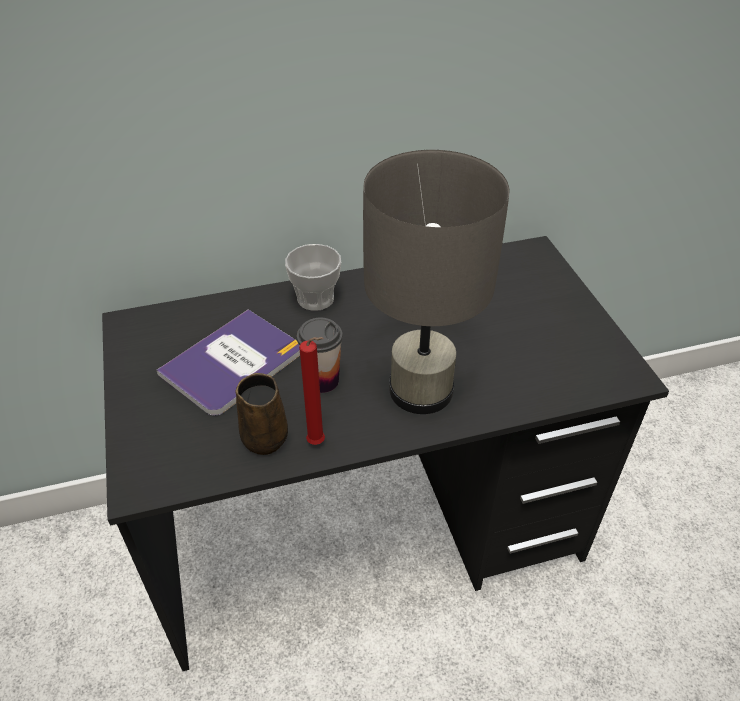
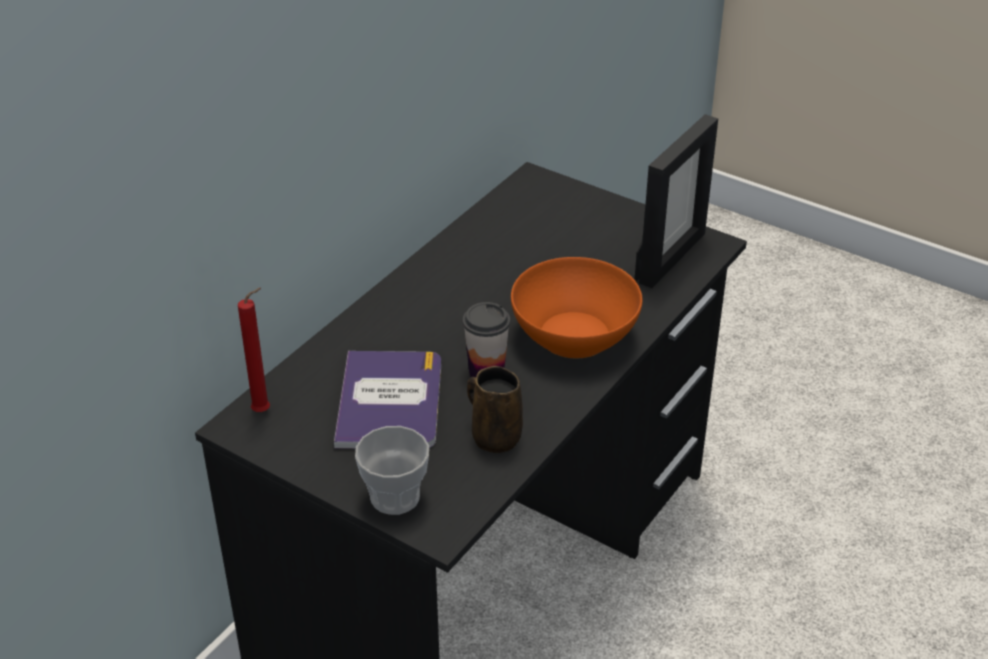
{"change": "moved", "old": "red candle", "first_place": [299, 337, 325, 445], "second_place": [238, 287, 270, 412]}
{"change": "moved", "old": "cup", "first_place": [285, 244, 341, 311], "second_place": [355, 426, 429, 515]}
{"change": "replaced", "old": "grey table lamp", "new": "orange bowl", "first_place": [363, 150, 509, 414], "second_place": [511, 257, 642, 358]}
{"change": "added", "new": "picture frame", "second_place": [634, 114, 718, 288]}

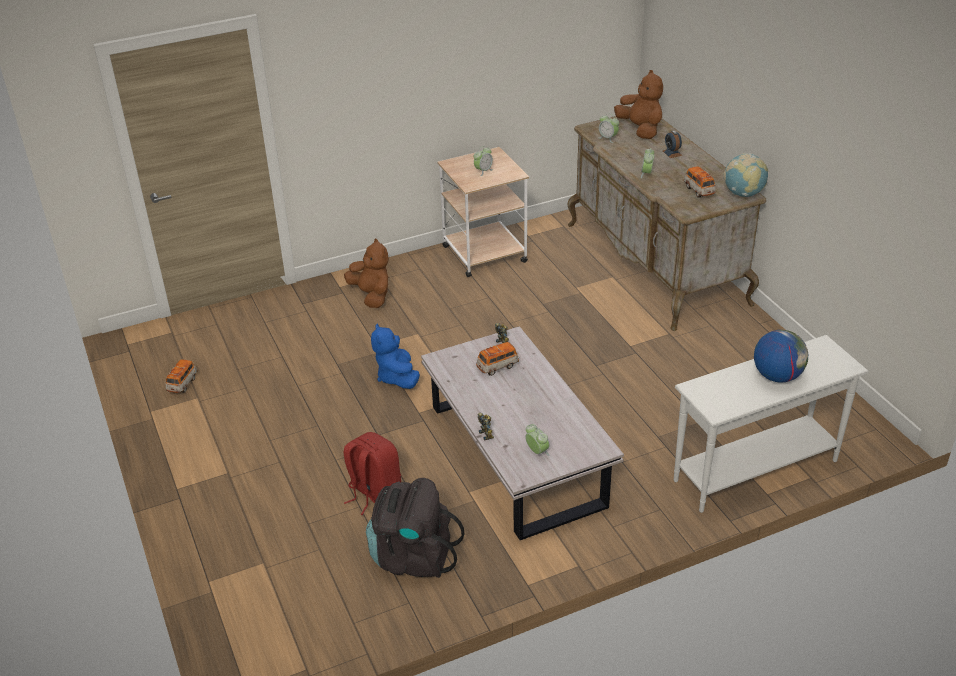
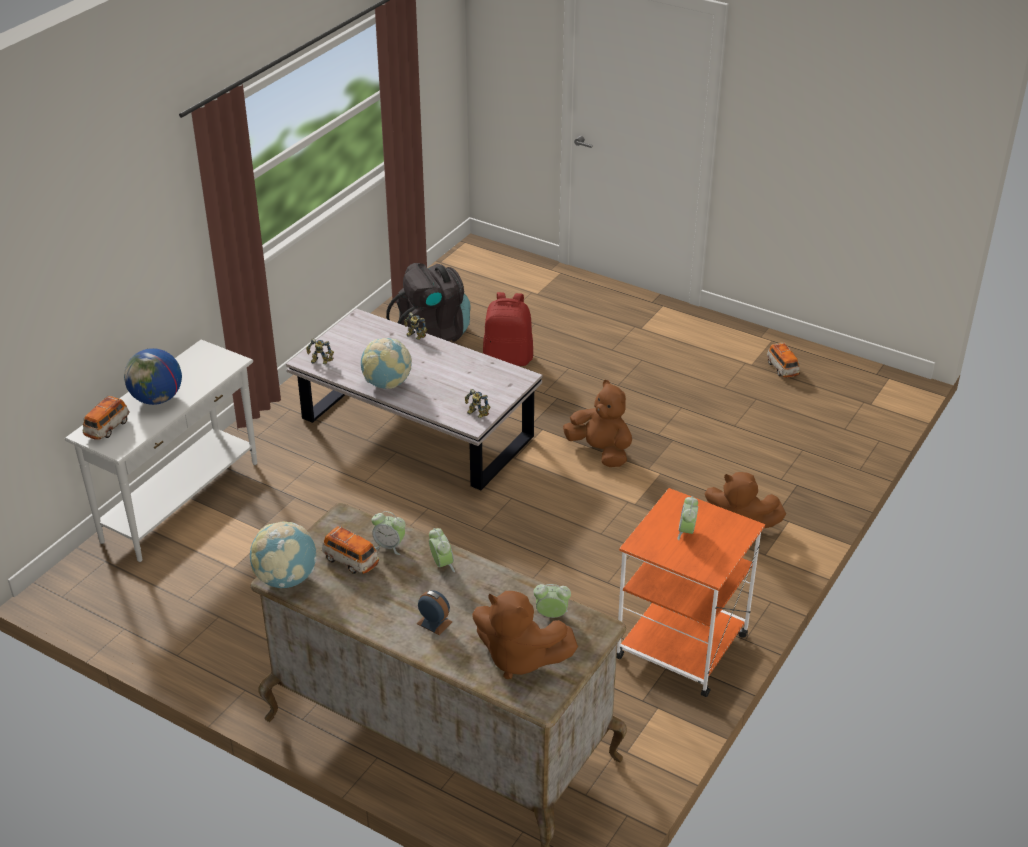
{"change": "moved", "old": "toy car", "first_place": [476, 342, 519, 376], "second_place": [83, 396, 130, 440]}
{"change": "added", "new": "toy robot", "second_place": [306, 338, 334, 364]}
{"change": "added", "new": "globe", "second_place": [361, 338, 412, 389]}
{"change": "moved", "old": "alarm clock", "first_place": [525, 424, 550, 456], "second_place": [372, 511, 406, 555]}
{"change": "recoloured", "old": "blue plush toy", "new": "brown plush toy", "first_place": [371, 323, 420, 389], "second_place": [563, 380, 632, 467]}
{"change": "recoloured", "old": "beige cart", "new": "orange cart", "first_place": [437, 147, 529, 277], "second_place": [617, 488, 765, 697]}

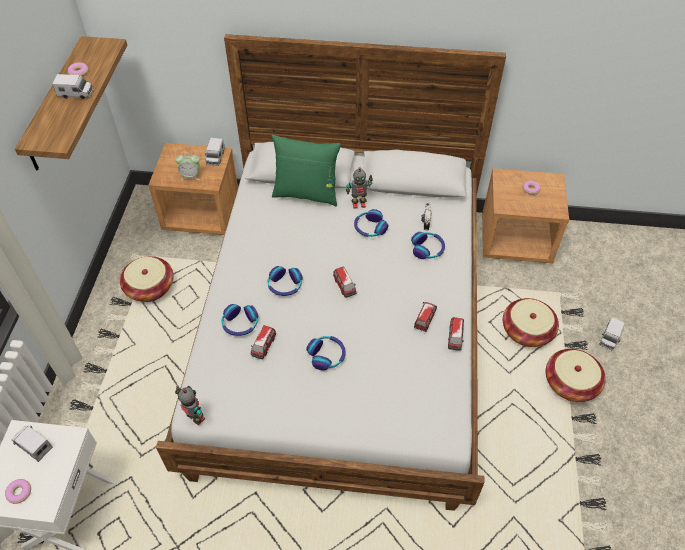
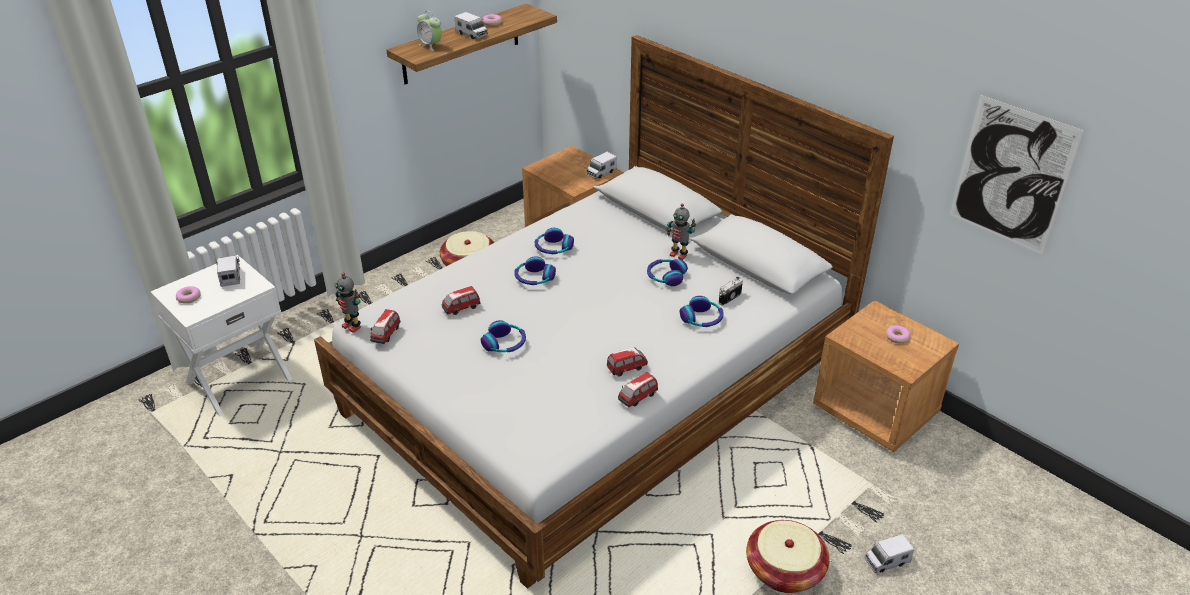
{"change": "turned", "old": "toy robot", "first_place": [175, 386, 205, 425], "second_place": [335, 272, 361, 333], "degrees": 135}
{"change": "moved", "old": "toy car", "first_place": [333, 266, 356, 298], "second_place": [370, 309, 400, 344]}
{"change": "moved", "old": "alarm clock", "first_place": [175, 153, 200, 180], "second_place": [417, 11, 442, 51]}
{"change": "moved", "old": "headphones", "first_place": [222, 304, 258, 336], "second_place": [535, 228, 574, 254]}
{"change": "added", "new": "picture", "second_place": [950, 95, 1084, 255]}
{"change": "removed", "old": "green pillow", "first_place": [272, 135, 341, 206]}
{"change": "removed", "old": "basket", "first_place": [503, 298, 559, 347]}

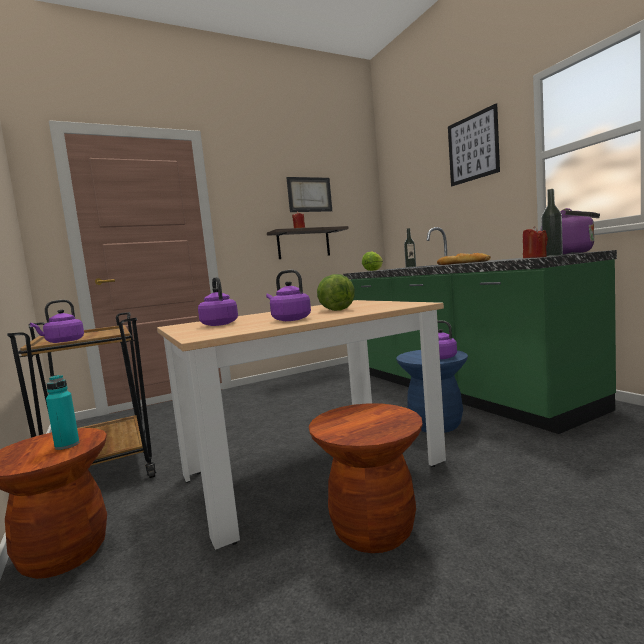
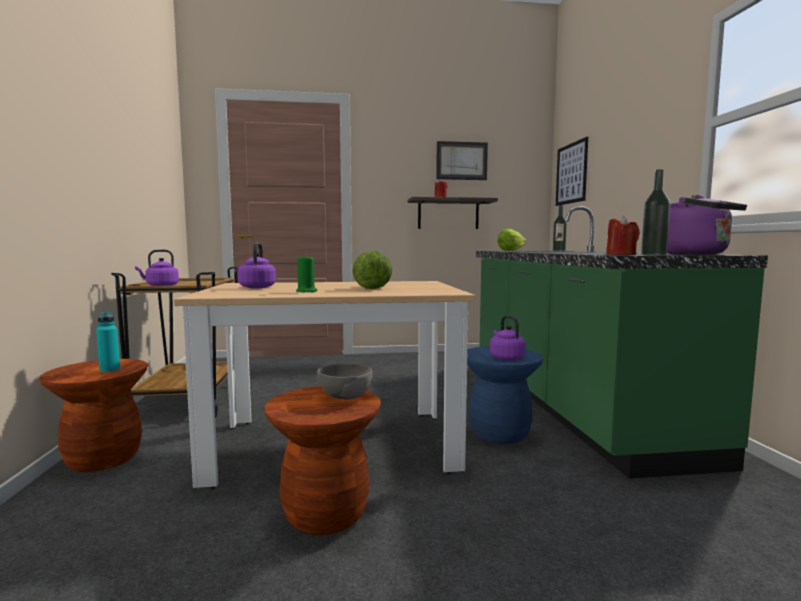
{"change": "replaced", "old": "purple kettle", "new": "green candle", "first_place": [266, 270, 311, 321], "second_place": [296, 257, 317, 293]}
{"change": "added", "new": "grey bowl", "second_place": [317, 363, 373, 399]}
{"change": "moved", "old": "picture", "first_place": [448, 103, 500, 186], "second_place": [556, 137, 588, 206]}
{"change": "removed", "old": "bread", "first_place": [437, 253, 491, 265]}

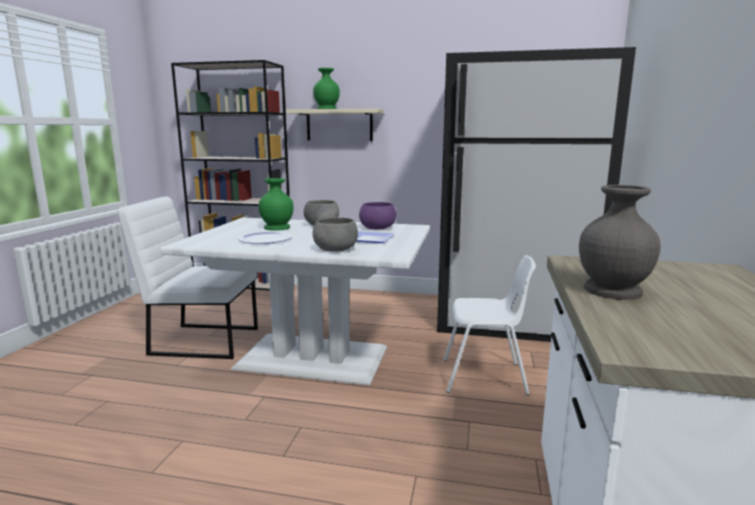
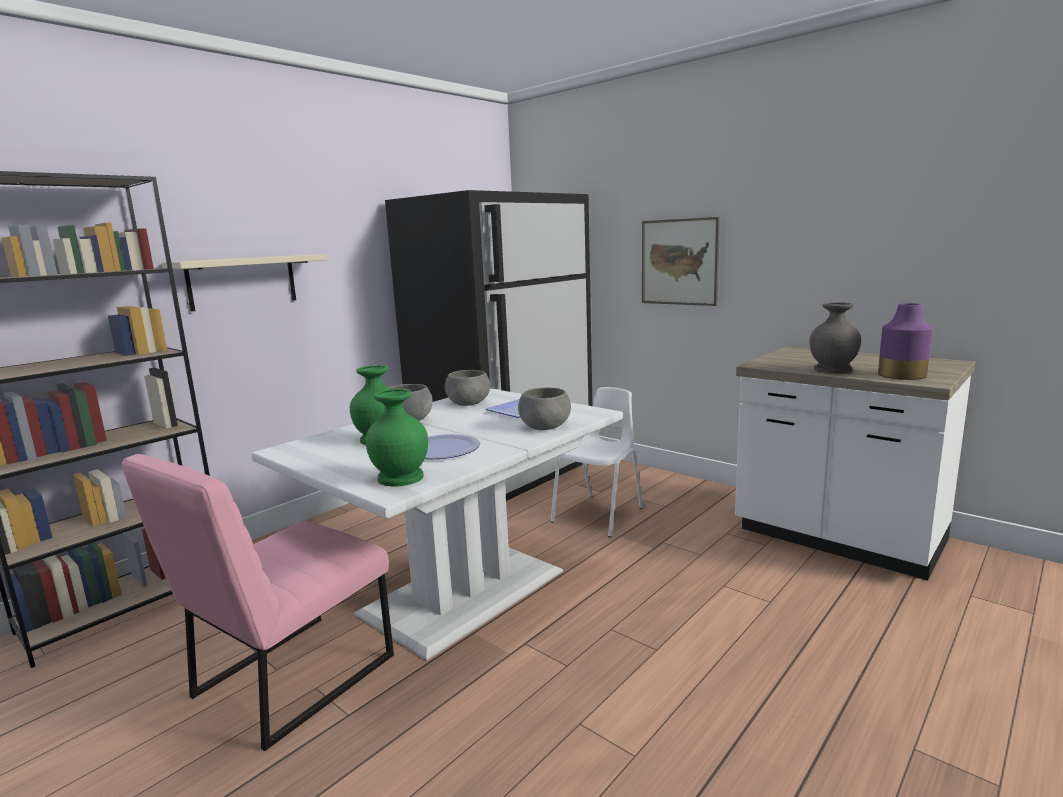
{"change": "recoloured", "old": "white chair", "new": "pink chair", "first_place": [118, 196, 258, 359], "second_place": [122, 454, 394, 751]}
{"change": "moved", "old": "green vase", "first_place": [313, 68, 340, 109], "second_place": [365, 389, 428, 487]}
{"change": "recoloured", "old": "purple bowl", "new": "grey bowl", "first_place": [359, 202, 396, 229], "second_place": [445, 370, 490, 406]}
{"change": "added", "new": "picture", "second_place": [642, 217, 720, 306]}
{"change": "added", "new": "purple vase", "second_place": [878, 303, 933, 380]}

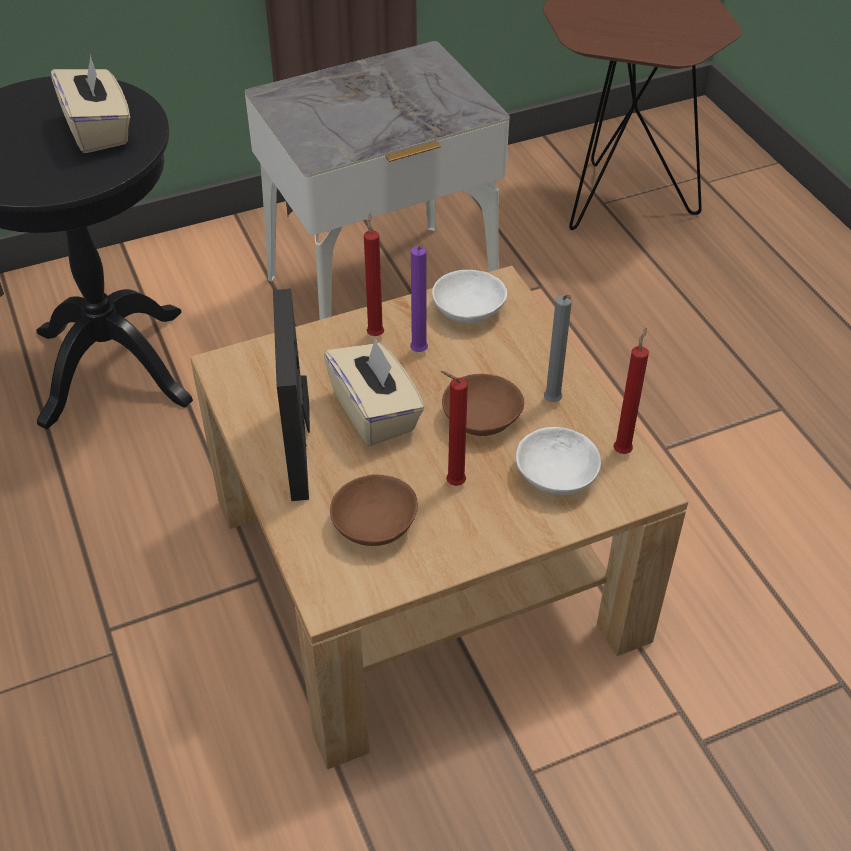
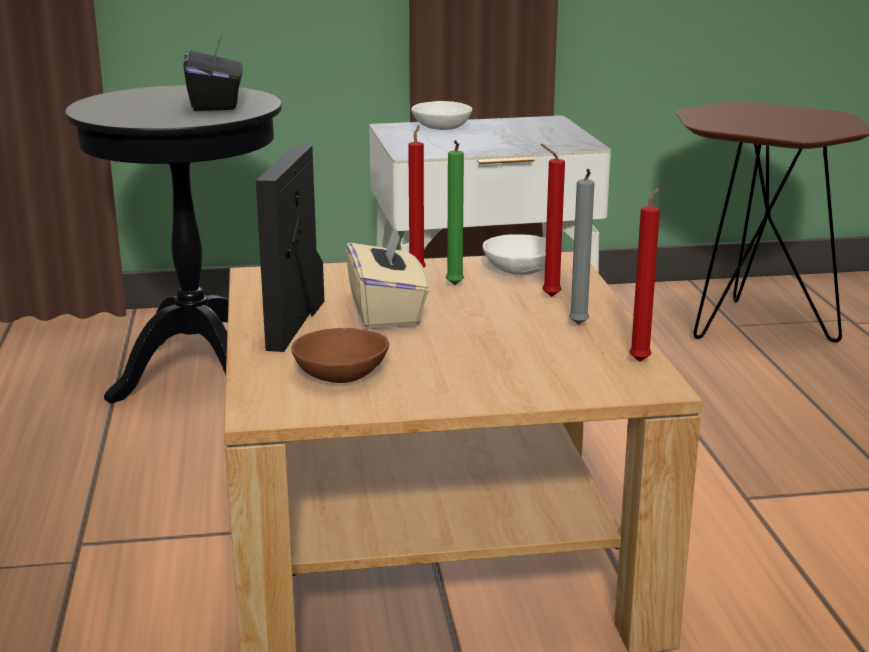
{"change": "recoloured", "old": "beige tissue box", "new": "black tissue box", "first_place": [51, 55, 130, 153], "second_place": [183, 34, 243, 111]}
{"change": "moved", "old": "white bowl", "first_place": [516, 427, 601, 495], "second_place": [411, 101, 472, 130]}
{"change": "recoloured", "old": "purple candle", "new": "green candle", "first_place": [410, 245, 428, 352], "second_place": [446, 140, 464, 285]}
{"change": "moved", "old": "red candle", "first_place": [441, 371, 468, 486], "second_place": [541, 144, 565, 297]}
{"change": "removed", "old": "brown bowl", "first_place": [442, 374, 524, 436]}

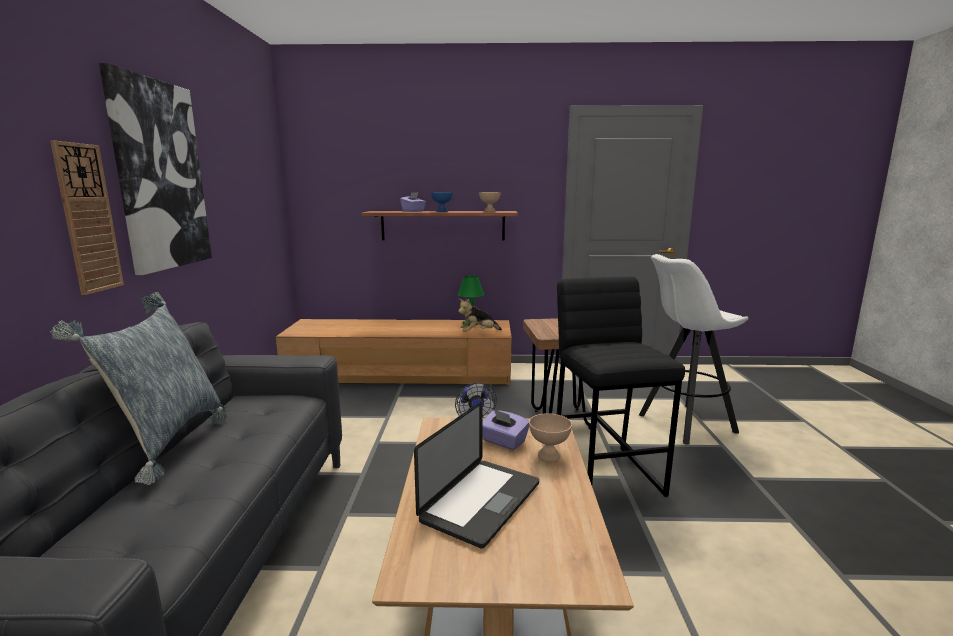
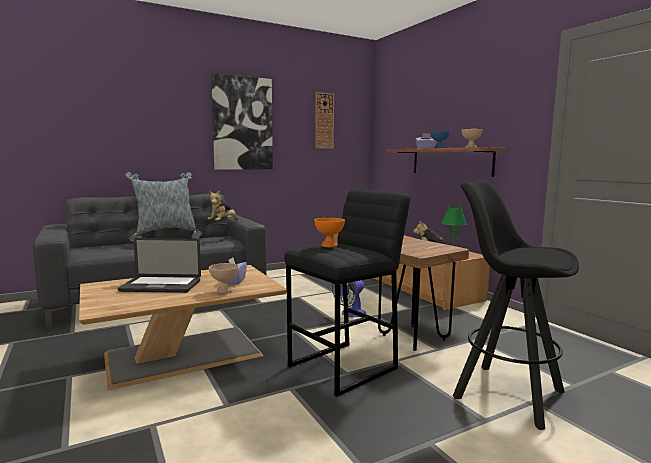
{"change": "added", "new": "plush toy", "second_place": [208, 190, 238, 221]}
{"change": "added", "new": "orange bowl", "second_place": [314, 218, 345, 247]}
{"change": "moved", "old": "wall clock", "first_place": [50, 140, 124, 295], "second_place": [315, 92, 334, 149]}
{"change": "recoloured", "old": "white stool", "new": "black stool", "first_place": [639, 254, 749, 445], "second_place": [453, 180, 579, 430]}

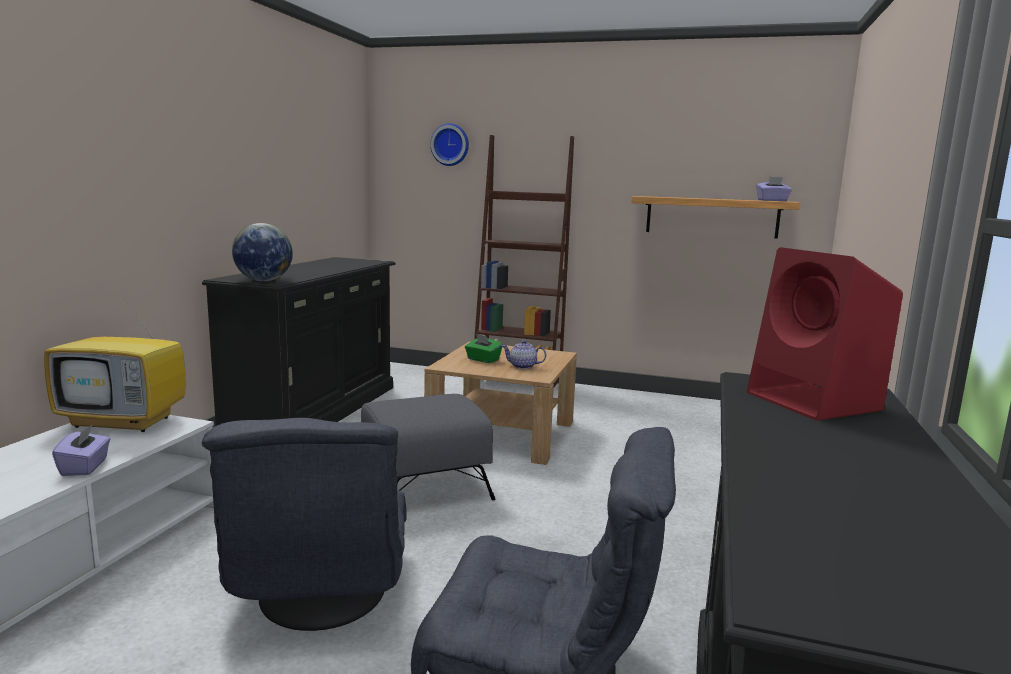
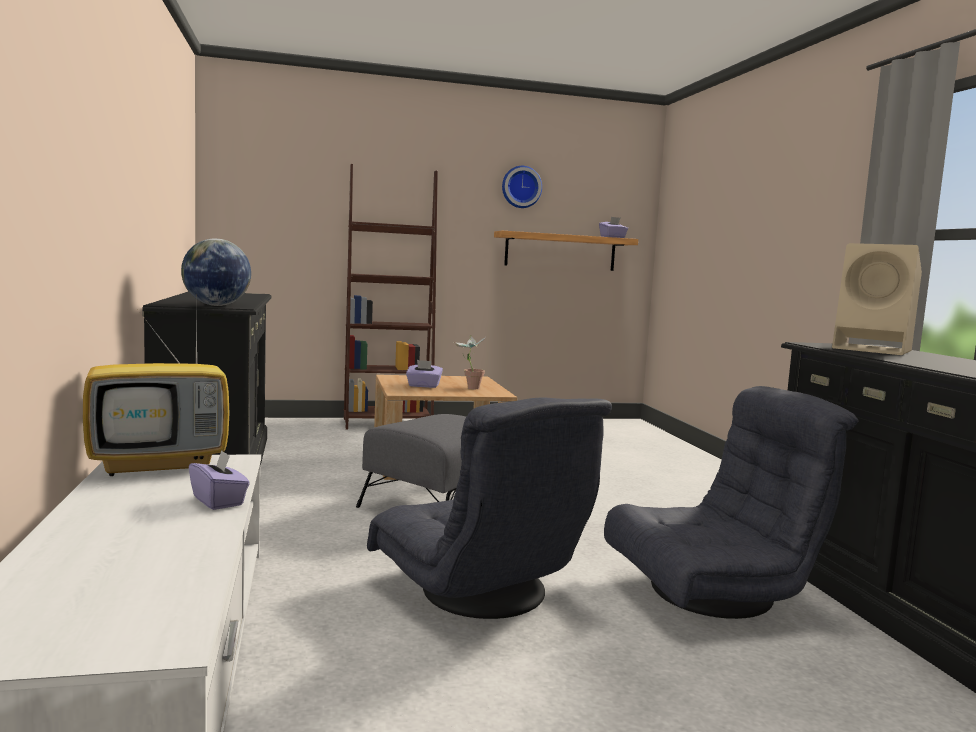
{"change": "recoloured", "old": "green tissue box", "new": "purple tissue box", "first_place": [465, 334, 503, 363], "second_place": [406, 360, 443, 388]}
{"change": "replaced", "old": "teapot", "new": "potted plant", "first_place": [502, 340, 546, 369], "second_place": [454, 335, 485, 389]}
{"change": "moved", "old": "wall clock", "first_place": [430, 123, 469, 166], "second_place": [502, 166, 542, 208]}
{"change": "recoloured", "old": "red speaker", "new": "beige speaker", "first_place": [747, 247, 903, 421], "second_place": [832, 243, 922, 355]}

